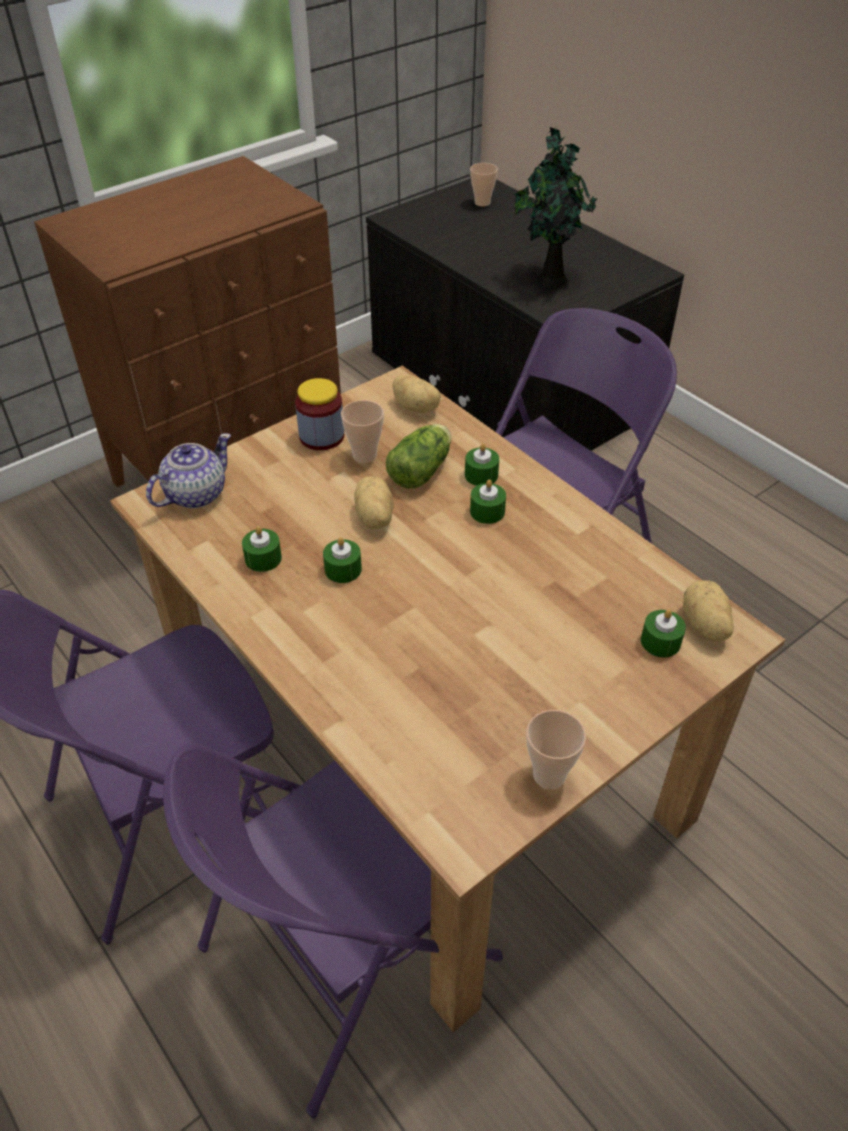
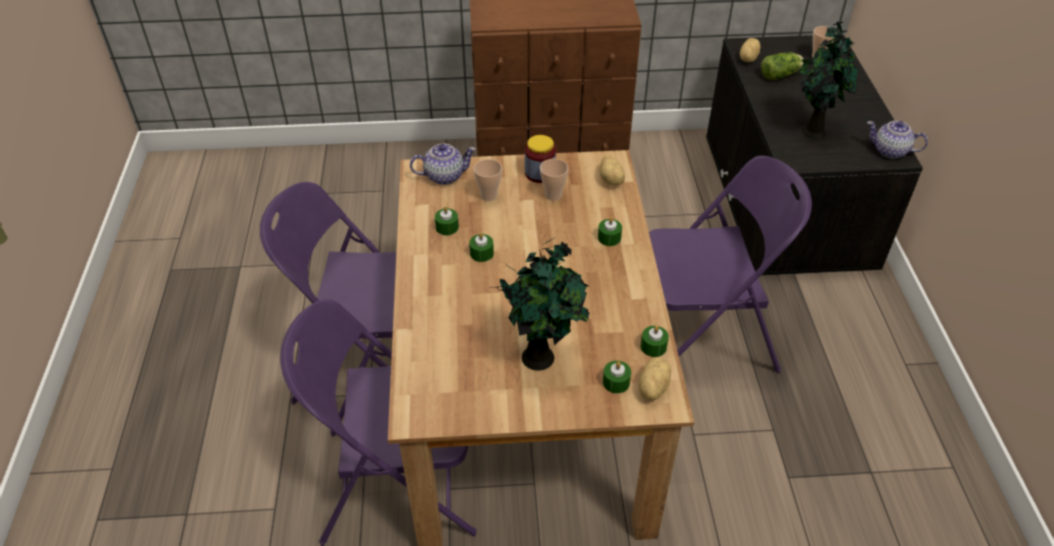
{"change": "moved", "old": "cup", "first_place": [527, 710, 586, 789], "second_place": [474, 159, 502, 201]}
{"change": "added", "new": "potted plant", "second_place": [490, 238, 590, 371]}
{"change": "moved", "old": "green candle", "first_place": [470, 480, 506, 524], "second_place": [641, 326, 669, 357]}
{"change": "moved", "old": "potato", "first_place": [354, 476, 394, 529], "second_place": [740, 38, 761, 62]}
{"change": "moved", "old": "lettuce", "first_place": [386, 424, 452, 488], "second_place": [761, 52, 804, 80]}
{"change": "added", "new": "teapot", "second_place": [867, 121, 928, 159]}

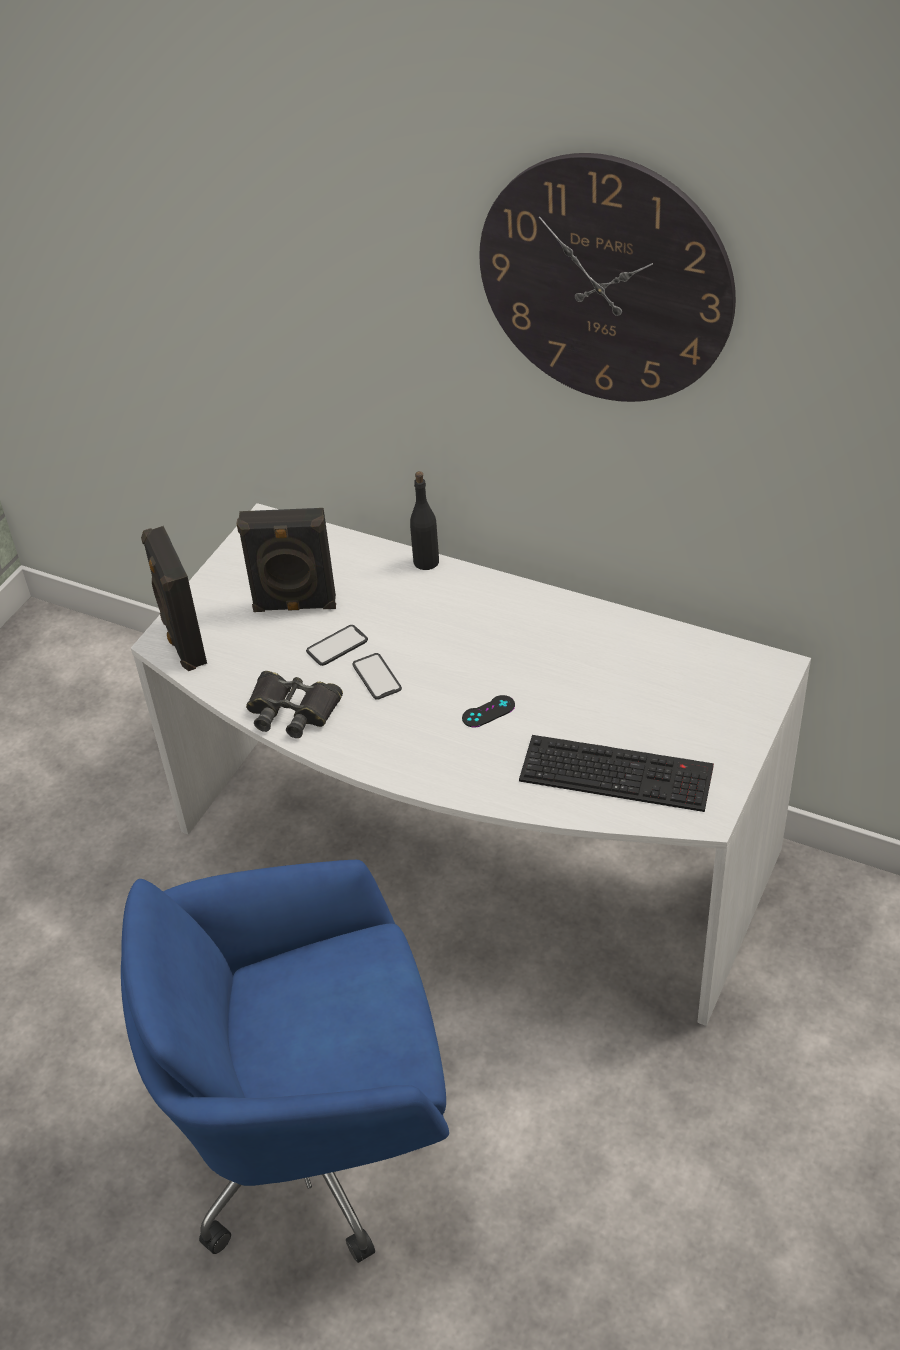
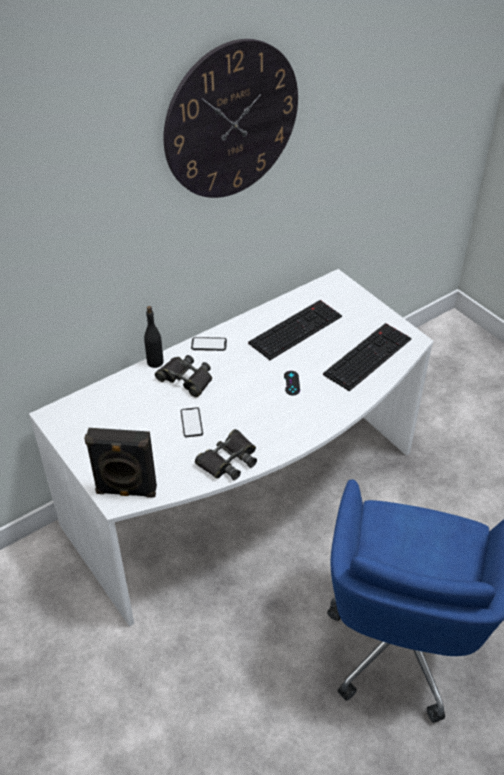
{"change": "added", "new": "black binoculars", "second_place": [155, 355, 212, 398]}
{"change": "moved", "old": "phone", "first_place": [353, 653, 402, 700], "second_place": [191, 337, 227, 351]}
{"change": "added", "new": "keyboard", "second_place": [248, 300, 342, 360]}
{"change": "removed", "old": "black speaker", "first_place": [237, 508, 336, 612]}

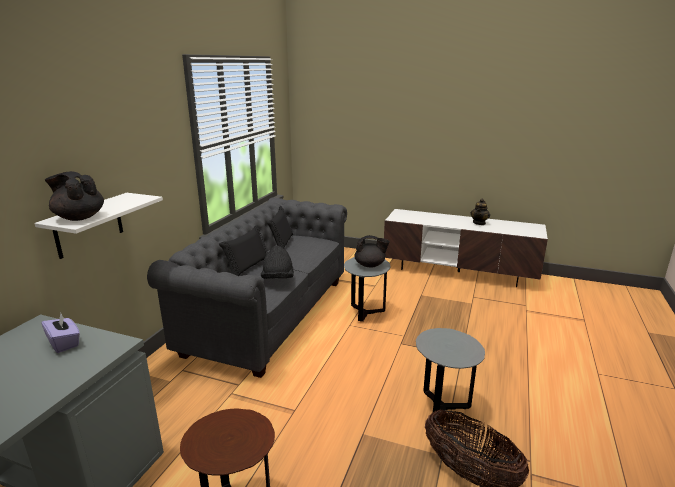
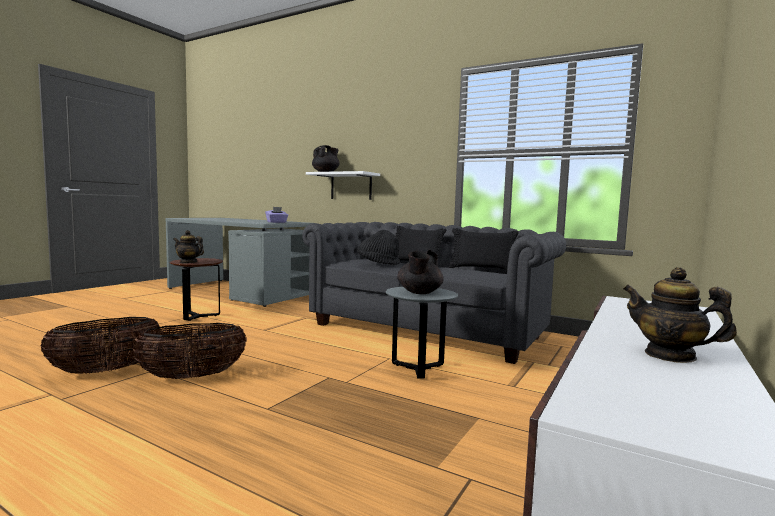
{"change": "replaced", "old": "grey side table", "new": "basket", "first_place": [416, 328, 485, 418], "second_place": [132, 323, 247, 379]}
{"change": "added", "new": "teapot", "second_place": [173, 230, 204, 264]}

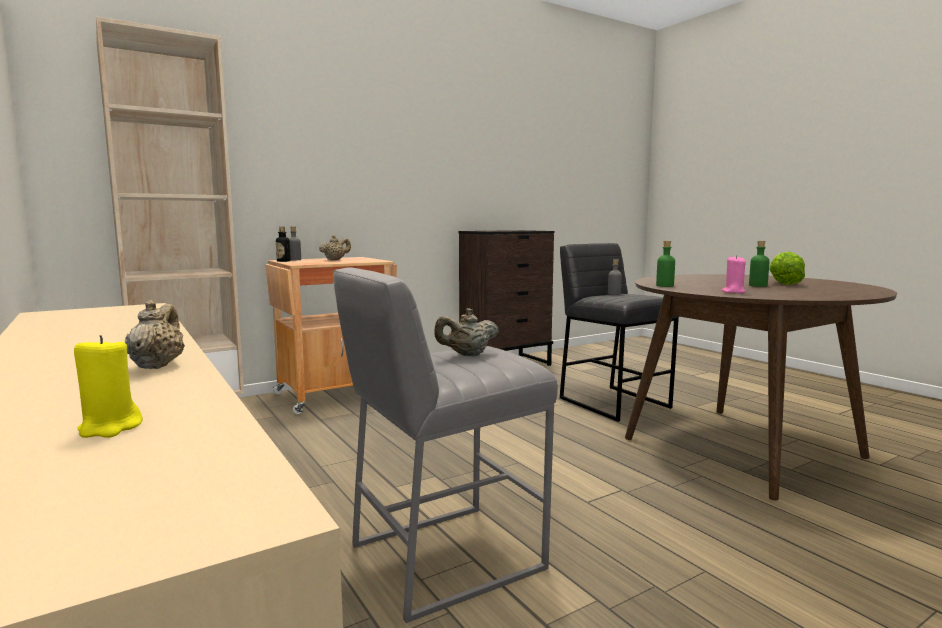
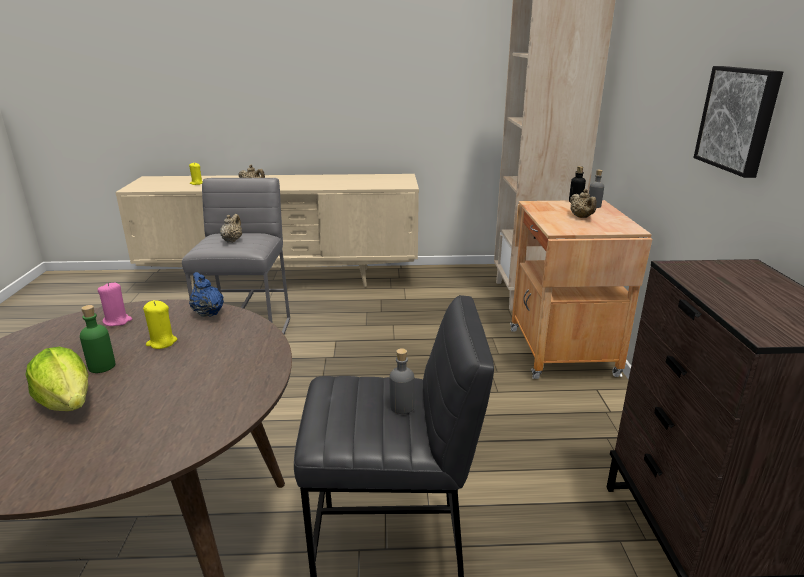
{"change": "added", "new": "yellow candle", "second_place": [143, 300, 177, 349]}
{"change": "replaced", "old": "green bottle", "new": "blue teapot", "first_place": [656, 241, 675, 287], "second_place": [189, 272, 224, 317]}
{"change": "added", "new": "picture", "second_place": [693, 66, 783, 178]}

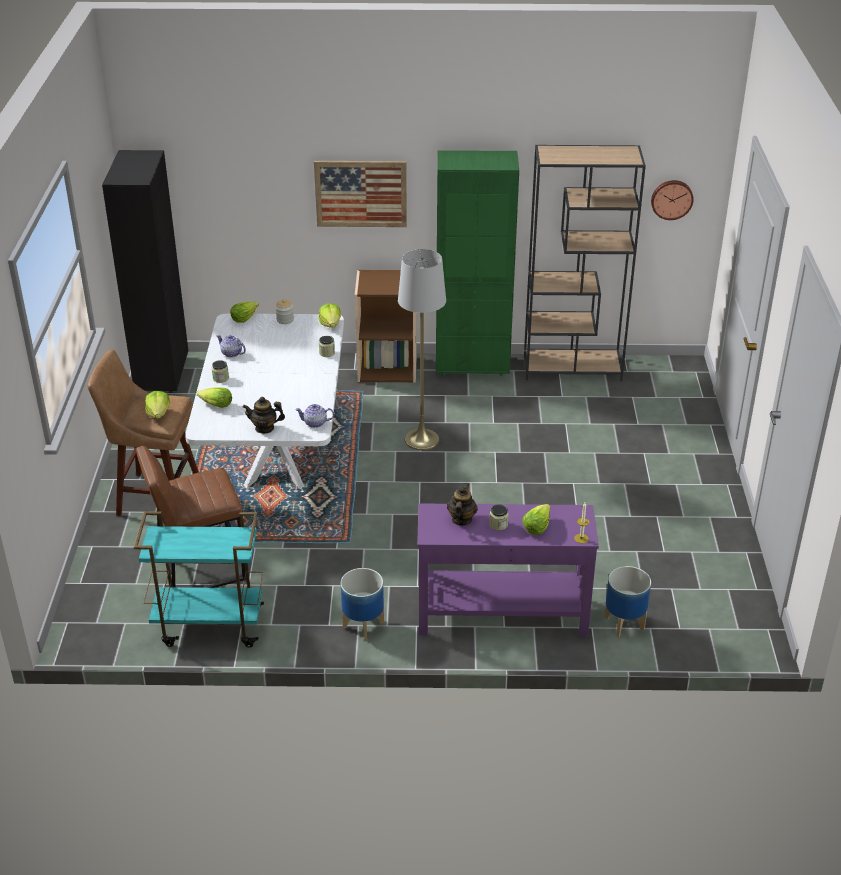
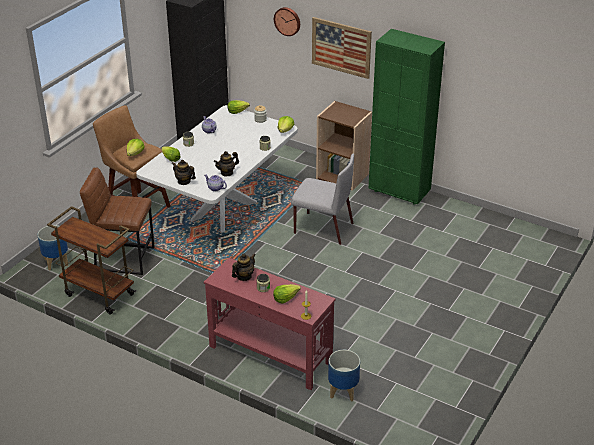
{"change": "moved", "old": "planter", "first_place": [341, 568, 384, 640], "second_place": [37, 225, 68, 270]}
{"change": "recoloured", "old": "turquoise cart", "new": "brown cart", "first_place": [134, 511, 264, 648], "second_place": [47, 206, 136, 315]}
{"change": "recoloured", "old": "purple console table", "new": "red console table", "first_place": [417, 503, 599, 637], "second_place": [204, 258, 336, 390]}
{"change": "added", "new": "teapot", "second_place": [214, 151, 239, 177]}
{"change": "moved", "old": "wall clock", "first_place": [651, 180, 694, 220], "second_place": [274, 7, 300, 36]}
{"change": "replaced", "old": "grey floor lamp", "new": "grey chair", "first_place": [398, 249, 446, 450], "second_place": [291, 154, 354, 245]}
{"change": "removed", "old": "bookcase", "first_place": [524, 145, 646, 381]}

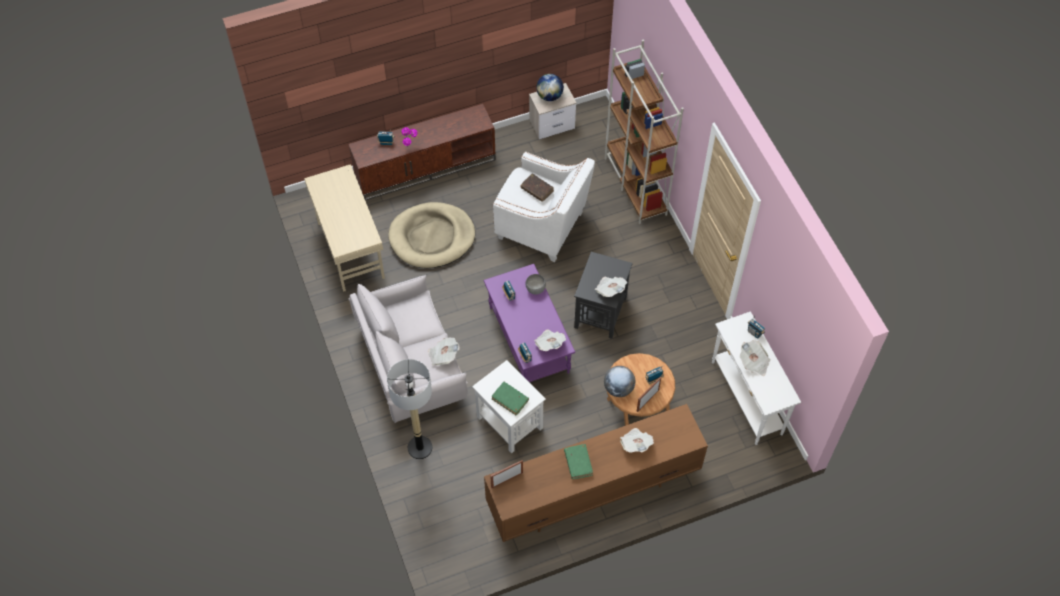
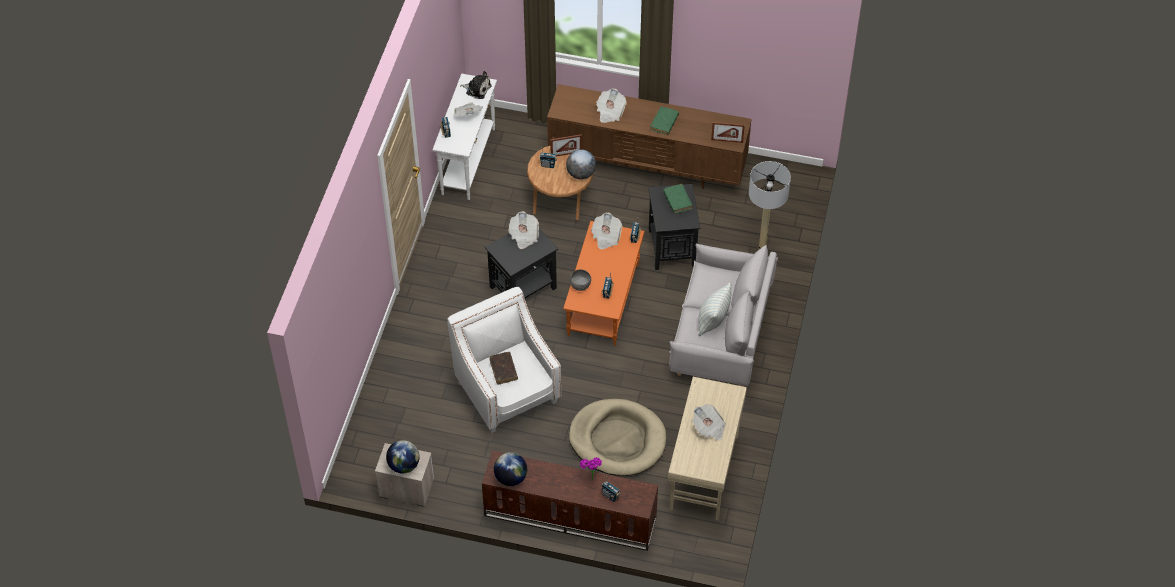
{"change": "added", "new": "plush toy", "second_place": [460, 71, 492, 99]}
{"change": "added", "new": "globe", "second_place": [494, 452, 527, 486]}
{"change": "recoloured", "old": "purple coffee table", "new": "orange coffee table", "first_place": [484, 264, 575, 382], "second_place": [563, 221, 645, 345]}
{"change": "recoloured", "old": "white side table", "new": "black side table", "first_place": [472, 360, 546, 453], "second_place": [648, 184, 700, 270]}
{"change": "moved", "old": "newspaper", "first_place": [428, 338, 460, 365], "second_place": [693, 404, 726, 441]}
{"change": "added", "new": "pillow", "second_place": [698, 283, 731, 336]}
{"change": "removed", "old": "brown bookcase", "first_place": [604, 40, 684, 225]}

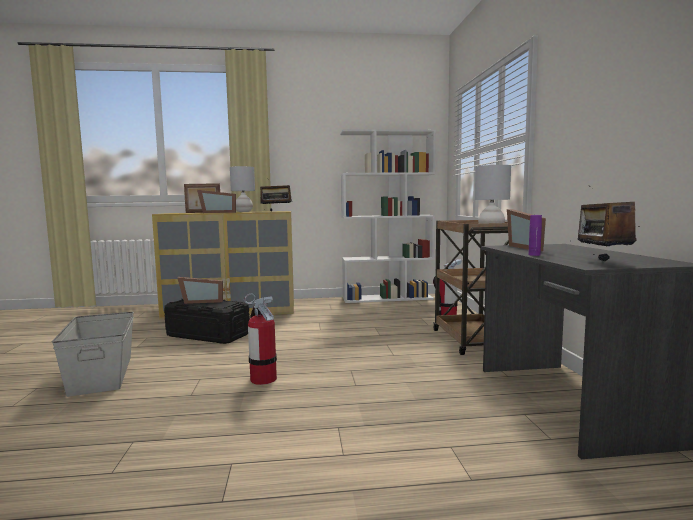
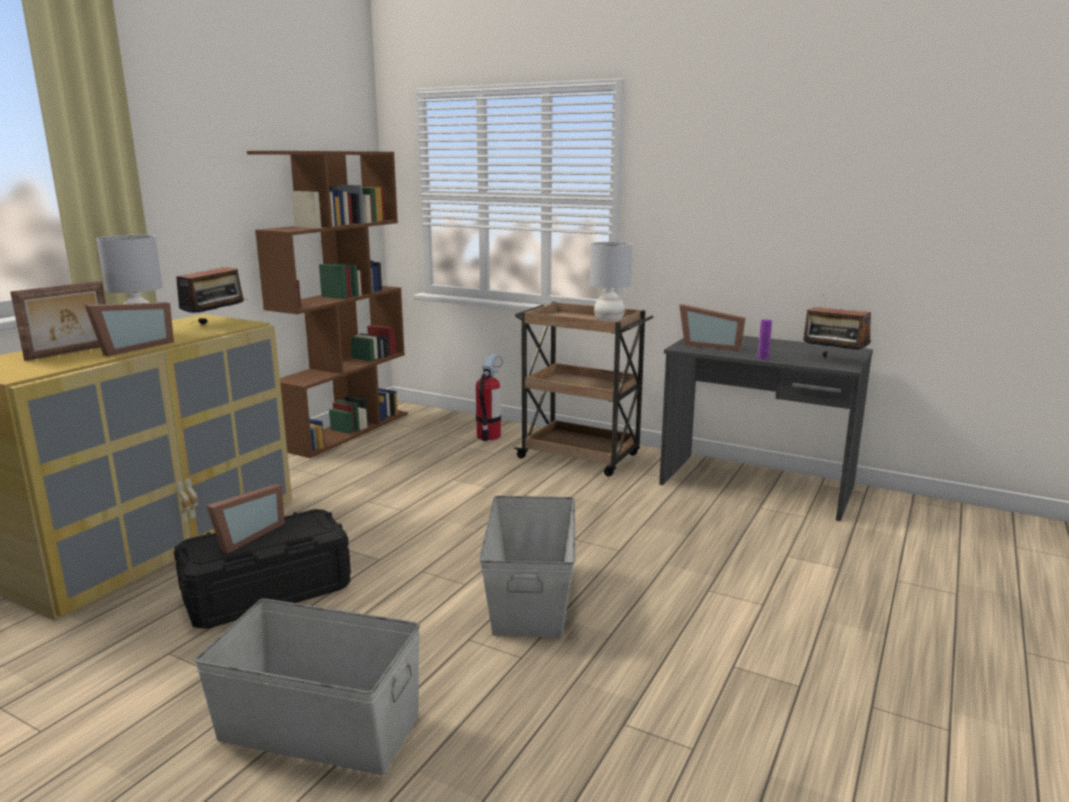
{"change": "recoloured", "old": "white bookcase", "new": "brown bookcase", "first_place": [340, 129, 436, 303], "second_place": [247, 151, 408, 458]}
{"change": "replaced", "old": "fire extinguisher", "new": "grey storage box", "first_place": [244, 293, 277, 385], "second_place": [479, 496, 575, 638]}

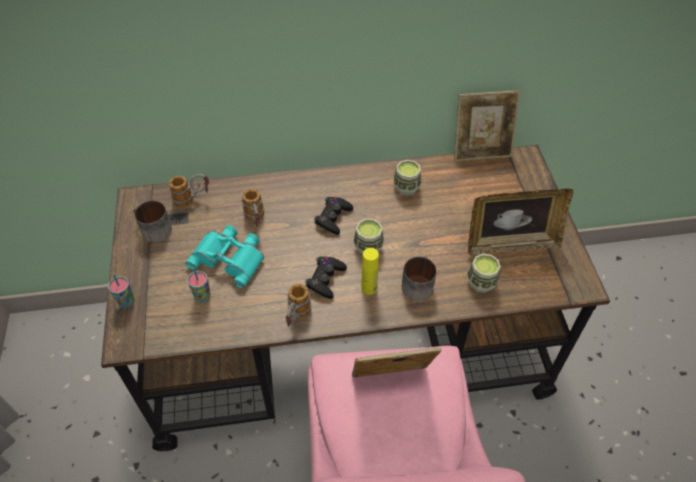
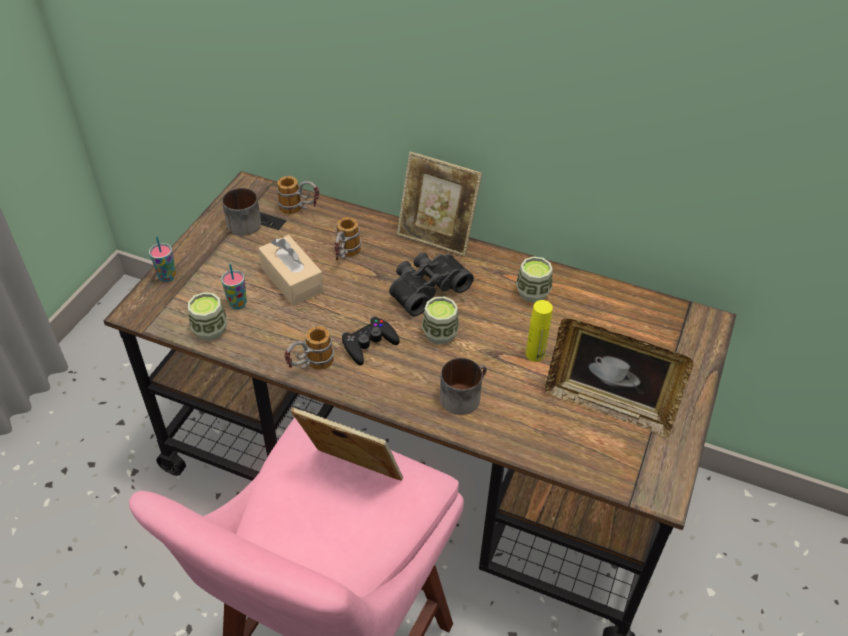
{"change": "moved", "old": "cup", "first_place": [467, 254, 501, 293], "second_place": [188, 292, 227, 341]}
{"change": "replaced", "old": "turquoise binoculars", "new": "beige tissue box", "first_place": [186, 225, 264, 288], "second_place": [258, 235, 324, 306]}
{"change": "replaced", "old": "black game controller", "new": "black binoculars", "first_place": [314, 197, 353, 235], "second_place": [389, 253, 474, 316]}
{"change": "moved", "old": "picture frame", "first_place": [454, 90, 520, 162], "second_place": [397, 152, 482, 256]}
{"change": "moved", "old": "yellow bottle", "first_place": [361, 248, 379, 295], "second_place": [526, 300, 553, 362]}

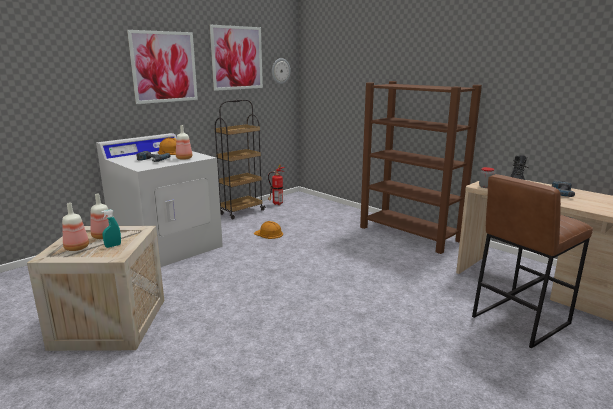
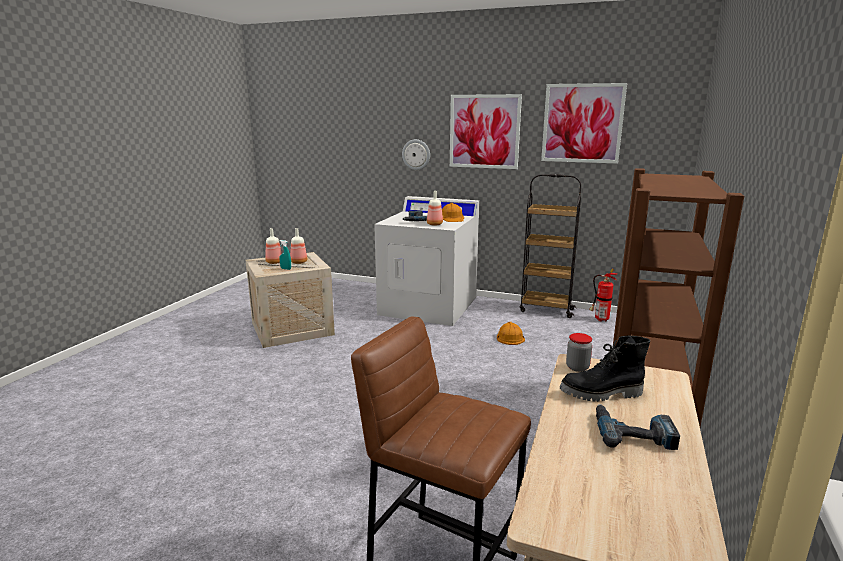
{"change": "moved", "old": "wall clock", "first_place": [272, 58, 291, 84], "second_place": [402, 139, 430, 170]}

